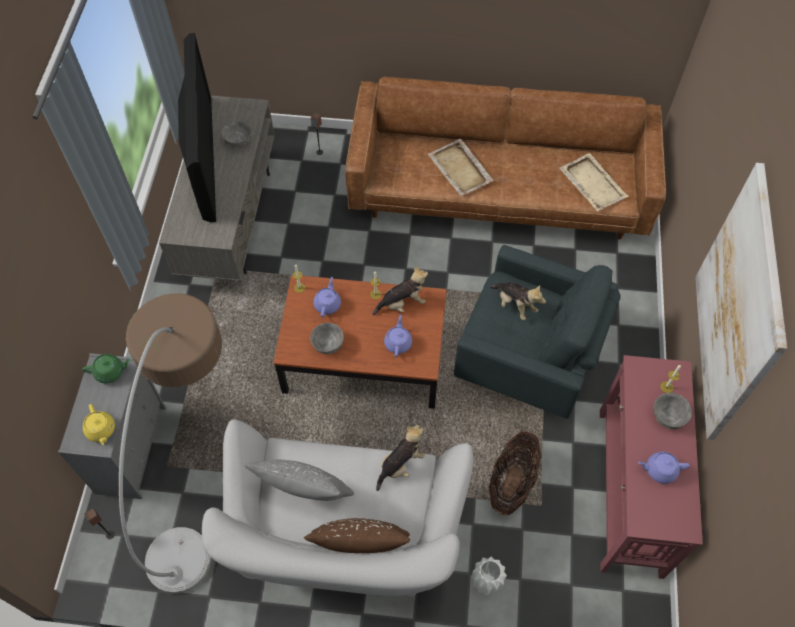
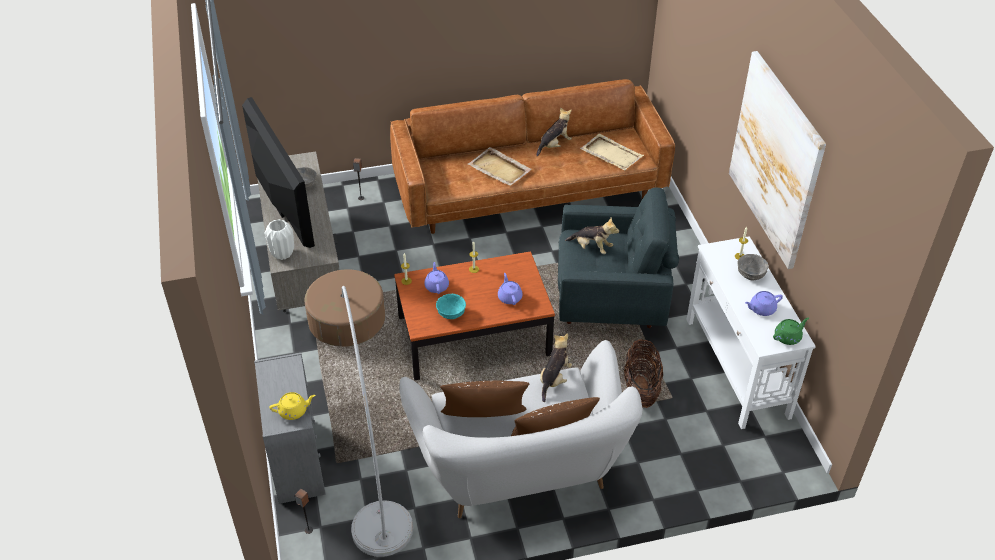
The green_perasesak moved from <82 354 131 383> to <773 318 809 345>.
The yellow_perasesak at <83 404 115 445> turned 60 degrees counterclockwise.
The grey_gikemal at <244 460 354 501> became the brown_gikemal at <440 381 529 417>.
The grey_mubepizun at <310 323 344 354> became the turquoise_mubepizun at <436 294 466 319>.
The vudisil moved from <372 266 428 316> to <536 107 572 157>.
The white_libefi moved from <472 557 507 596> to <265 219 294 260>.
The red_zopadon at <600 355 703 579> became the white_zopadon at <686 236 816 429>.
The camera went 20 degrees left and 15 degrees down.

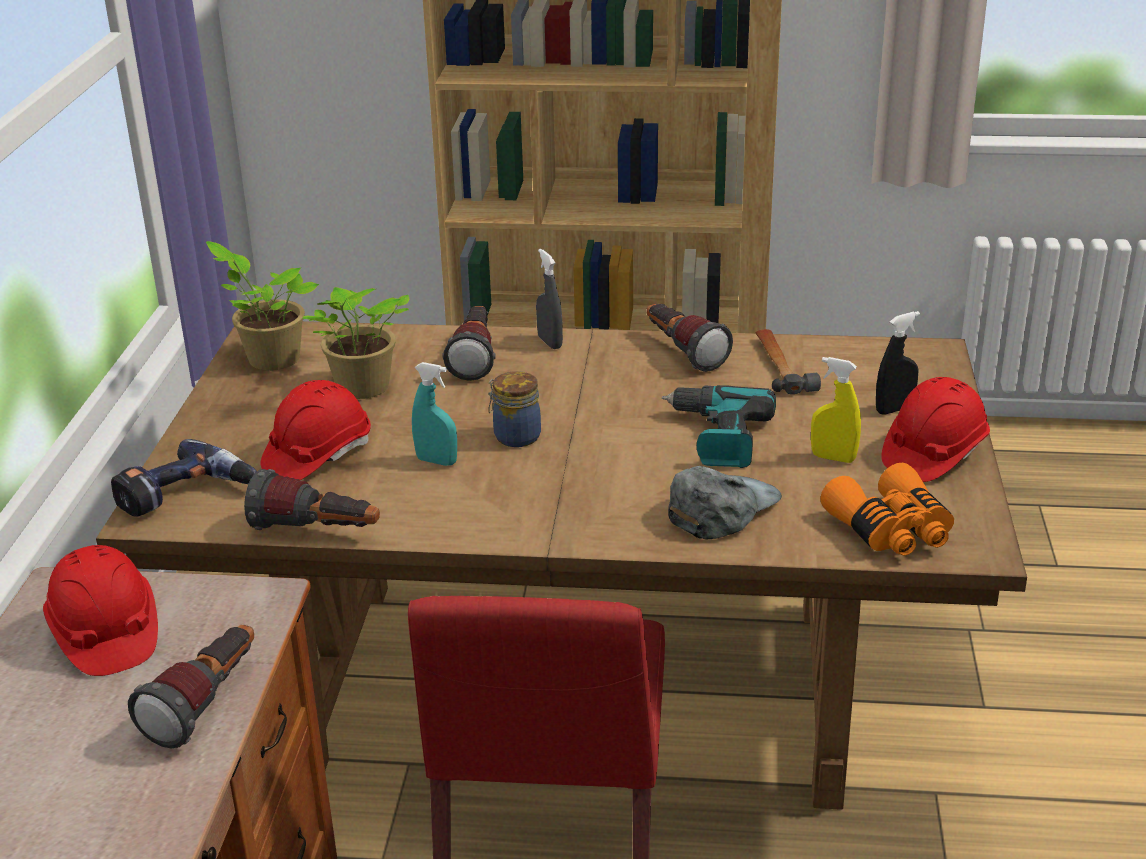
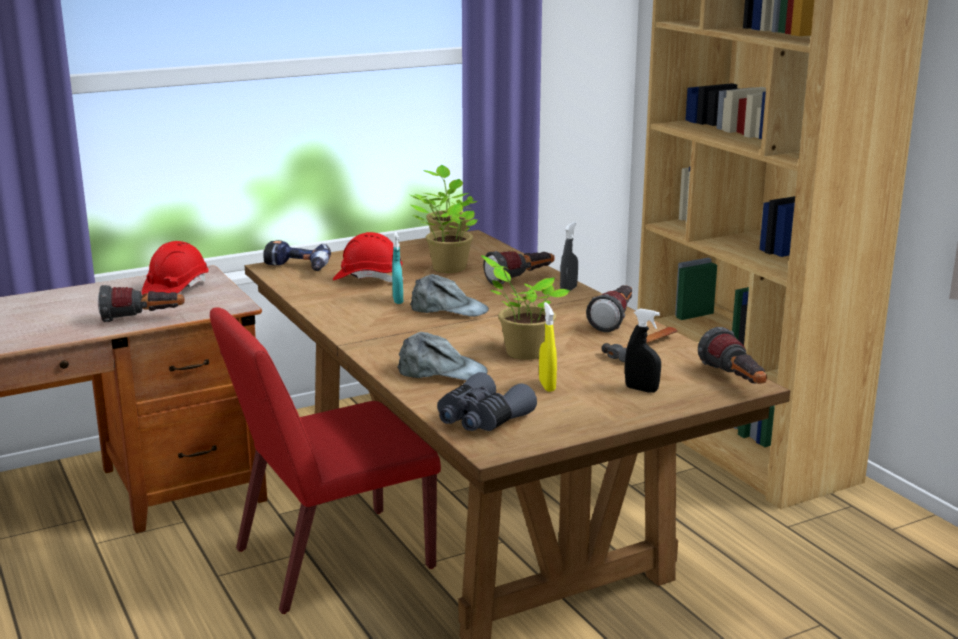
The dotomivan moved from <244 469 380 530> to <698 327 767 384>.
The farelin at <489 371 541 447> was replaced by the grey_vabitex at <410 274 489 317>.
The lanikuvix at <662 385 776 468> was replaced by the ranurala at <481 255 570 360>.
The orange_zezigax at <820 463 954 556> became the grey_zezigax at <437 372 537 431>.
The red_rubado at <881 377 990 482> disappeared.
The camera went 55 degrees right and 10 degrees down.

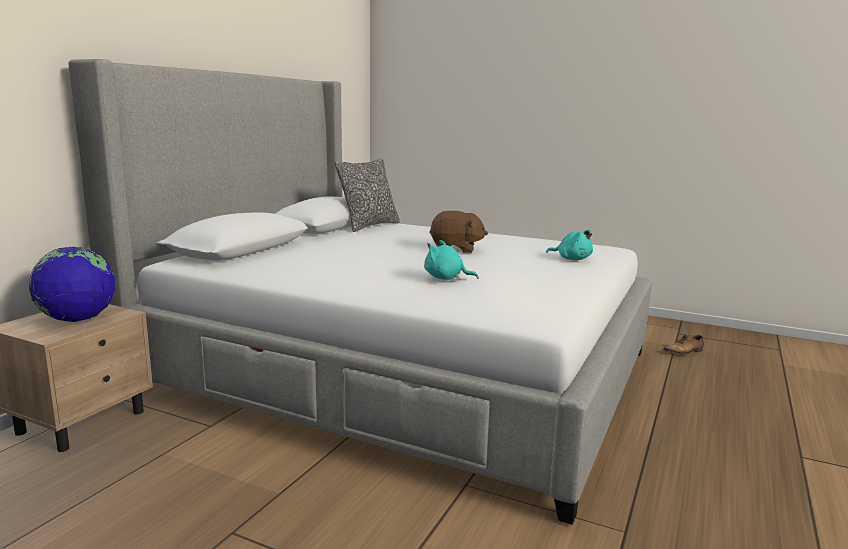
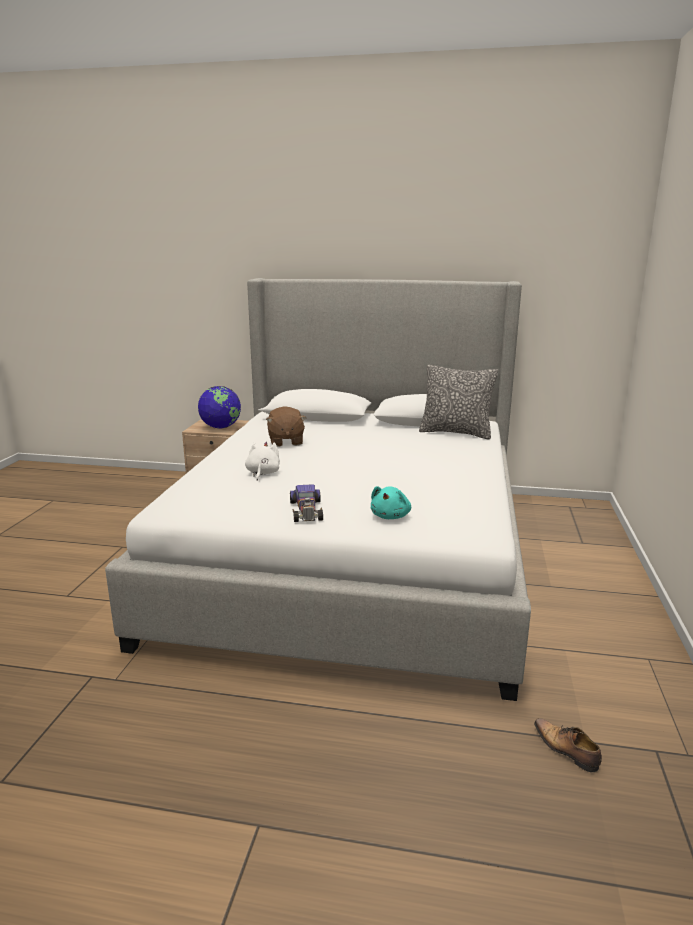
The turquoise_vudisil at <424 240 479 280> became the white_vudisil at <245 442 280 481>.
The brown_vudisil moved from <429 211 488 253> to <266 406 306 447>.
The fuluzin at <290 484 323 522> appeared.
The camera went 75 degrees right and 5 degrees up.

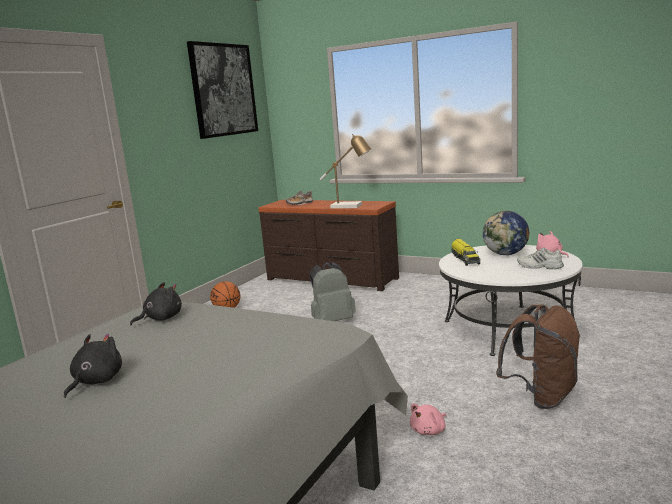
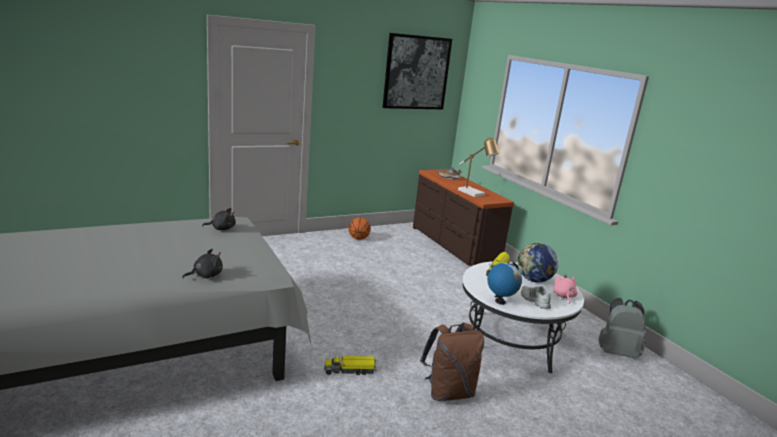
The black_vudisil moved from <64 334 122 398> to <182 249 223 278>.
The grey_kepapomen moved from <309 262 356 321> to <598 298 646 359>.
The pink_vudisil at <410 403 447 435> was replaced by the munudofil at <324 356 376 375>.
The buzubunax at <487 262 522 305> appeared.
The camera went 30 degrees right and 5 degrees up.

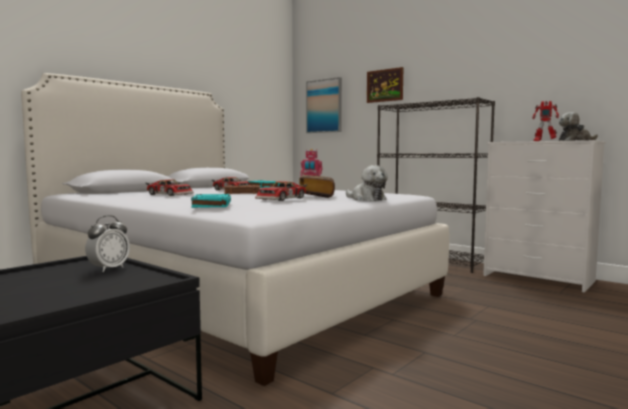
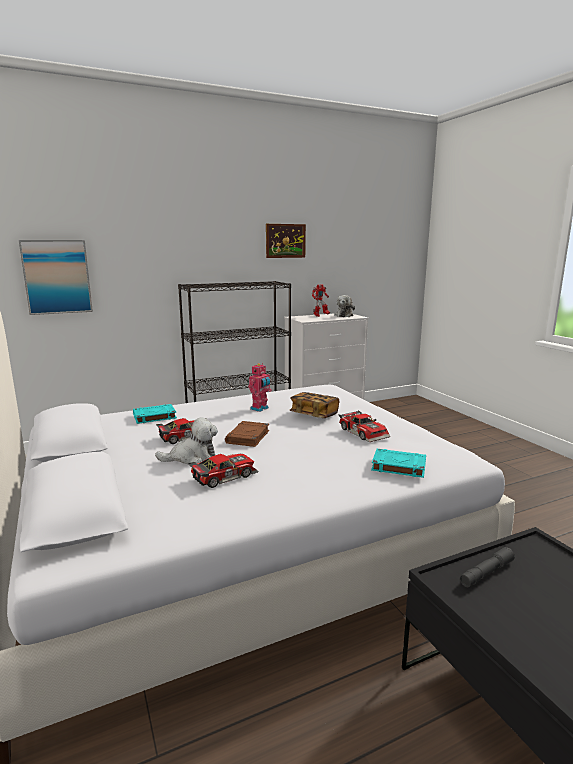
The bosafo at <85 215 130 272> was replaced by the grey_dotomivan at <460 547 515 587>.
The vudisil moved from <346 165 388 201> to <155 417 218 464>.
The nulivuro moved from <367 67 403 103> to <266 224 306 258>.
The camera went 65 degrees left and 10 degrees up.

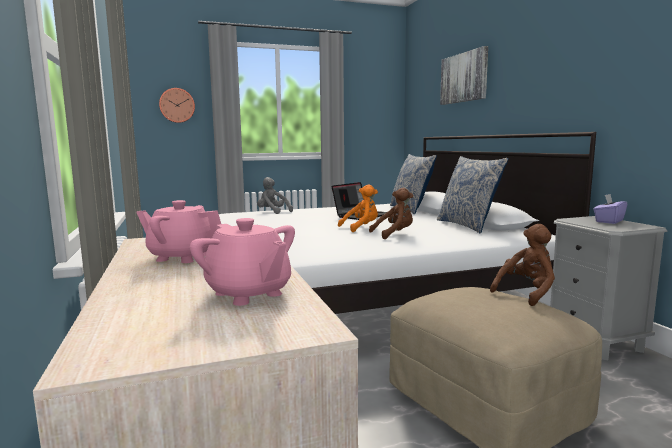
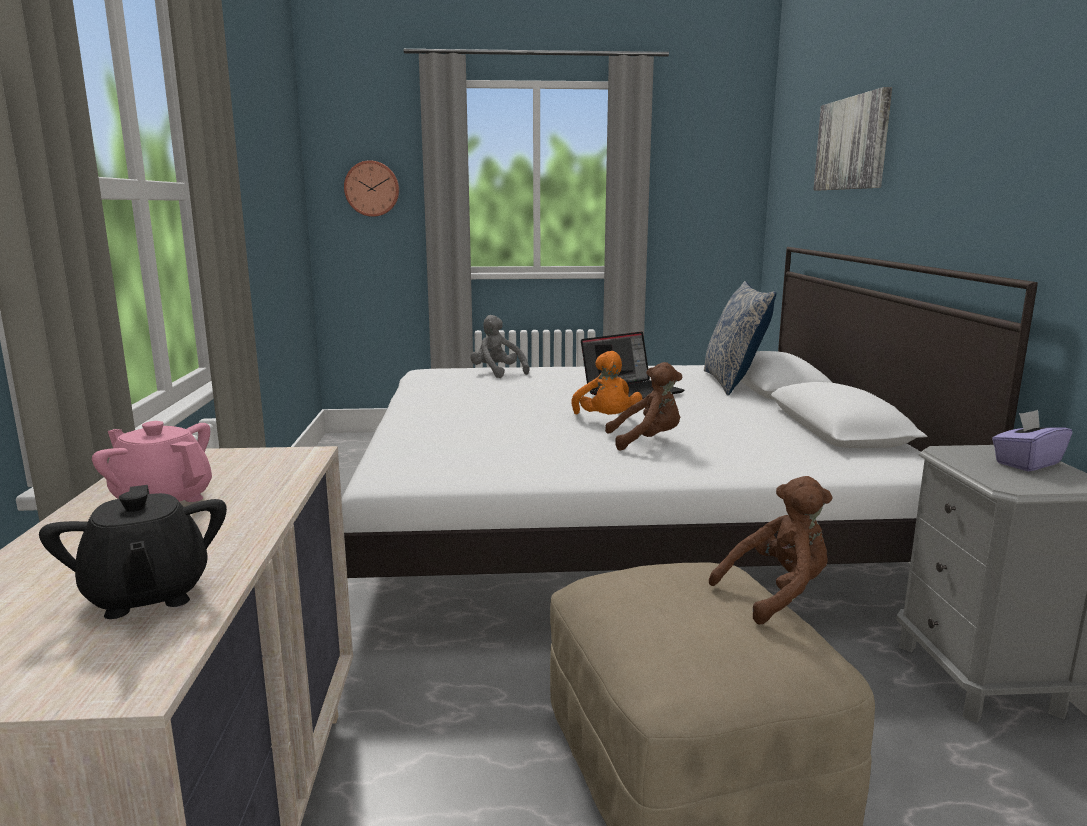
The pink_perasesak at <190 218 295 306> became the black_perasesak at <39 485 227 619>.
The orange_vudisil at <338 185 378 232> turned 90 degrees clockwise.
The gikemal at <437 156 508 233> disappeared.
The camera went 15 degrees right and 5 degrees up.

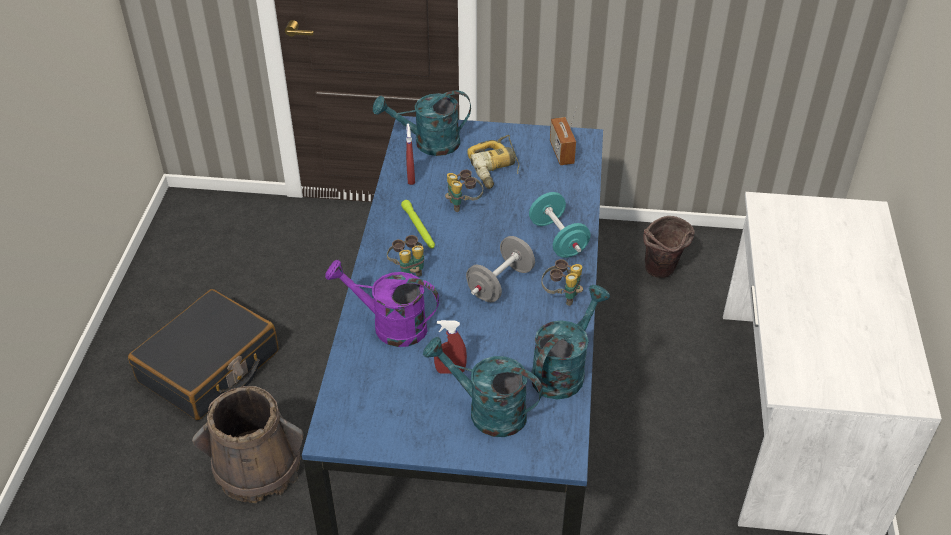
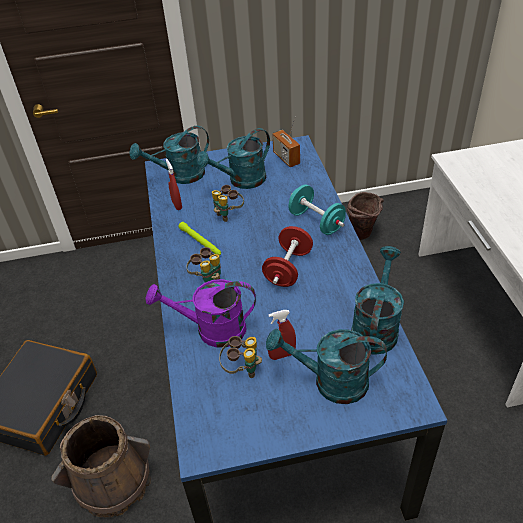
The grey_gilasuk at <466 236 535 302> became the red_gilasuk at <262 226 313 287>.
The lanikuvix at <467 135 519 189> was replaced by the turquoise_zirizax at <196 128 270 189>.
The zezigax moved from <542 259 583 306> to <219 336 262 378>.
The camera went 15 degrees left and 0 degrees up.

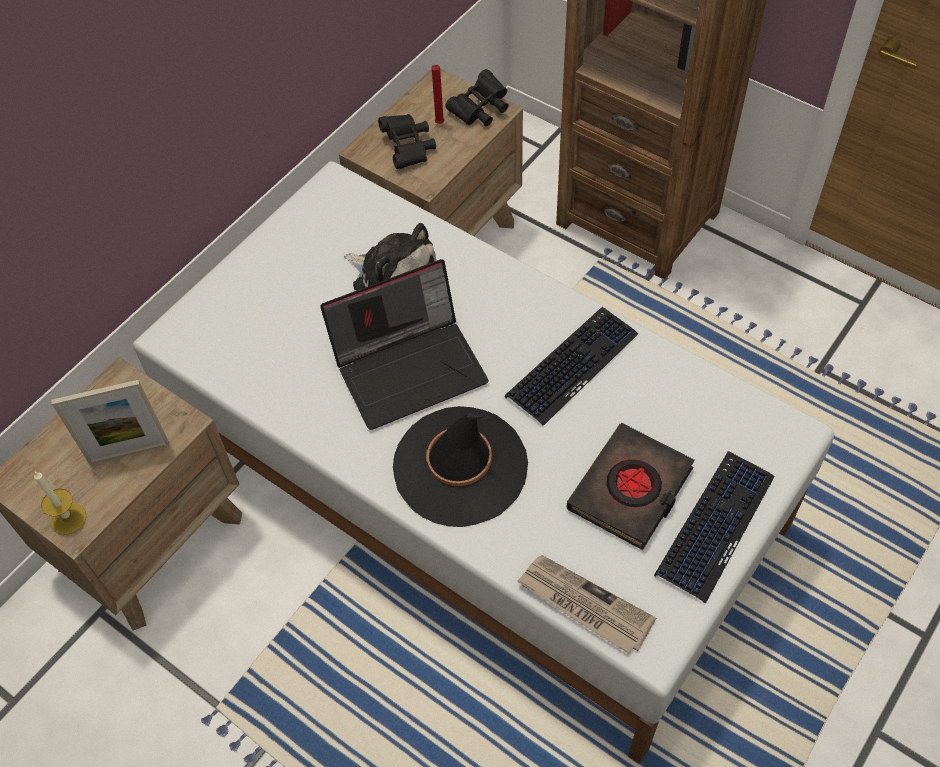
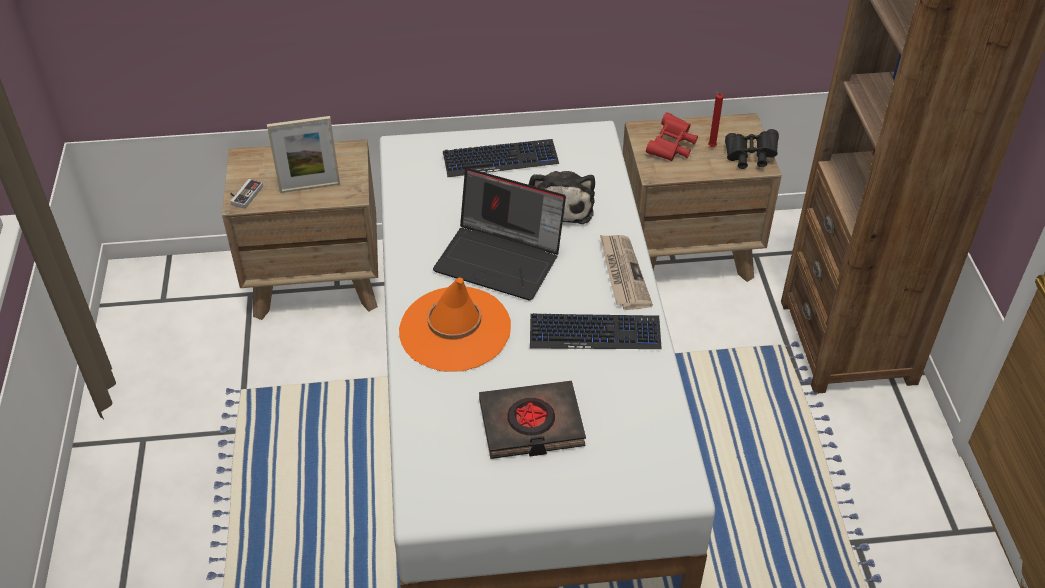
The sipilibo at <34 471 86 535> was replaced by the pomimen at <230 179 263 209>.
The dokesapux at <52 380 169 464> turned 45 degrees counterclockwise.
The black_zezigax at <378 114 436 169> became the red_zezigax at <646 112 698 161>.
The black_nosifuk at <393 406 528 527> became the orange_nosifuk at <399 277 511 372>.
The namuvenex moved from <517 555 656 654> to <600 235 653 310>.
The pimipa moved from <654 451 775 604> to <443 139 559 177>.
The camera went 45 degrees right and 10 degrees down.

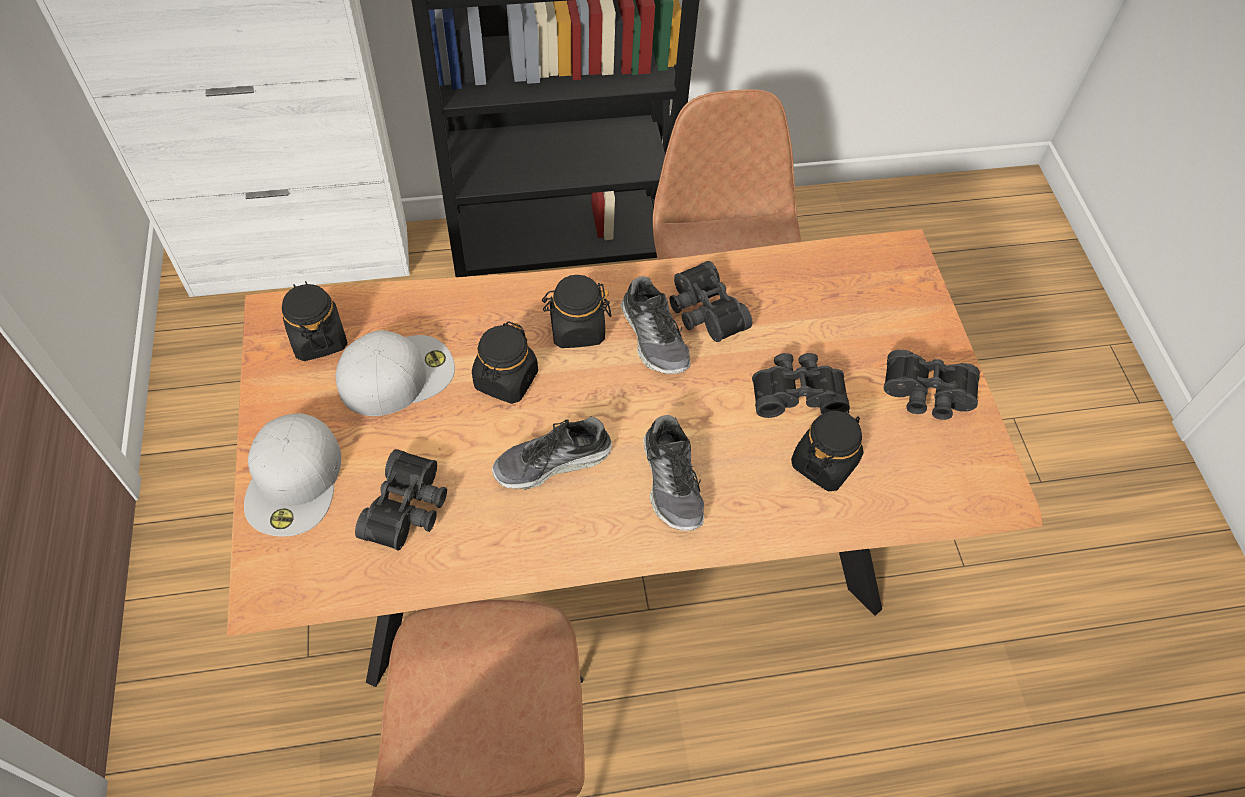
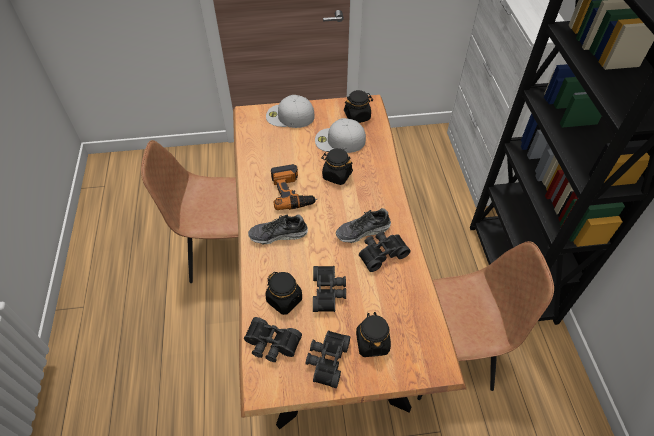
The white_vabitex at <336 330 455 416> turned 120 degrees clockwise.
The black_zezigax moved from <355 449 447 550> to <244 317 302 362>.
The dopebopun at <492 416 612 490> was replaced by the lanikuvix at <271 164 317 210>.
The black_farelin moved from <542 275 611 348> to <356 312 391 357>.
The camera went 95 degrees right and 5 degrees down.

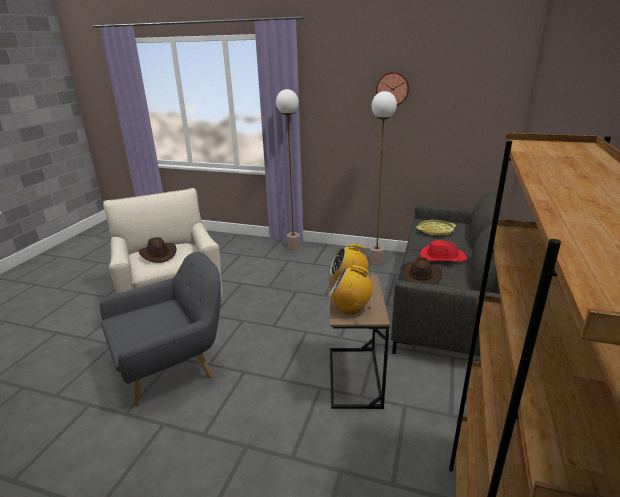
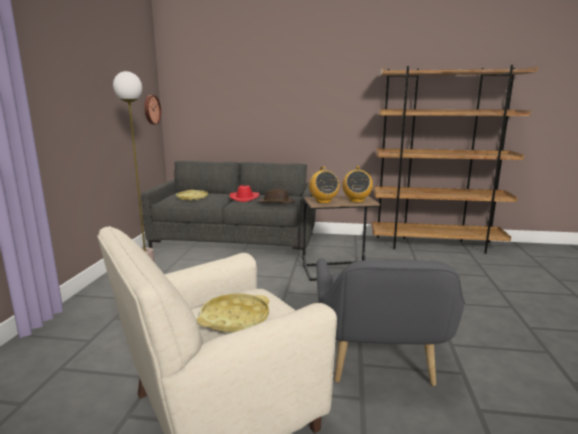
The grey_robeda at <99 252 221 406> turned 135 degrees counterclockwise.
The brown_nosifuk at <139 237 177 263> was replaced by the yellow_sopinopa at <196 294 270 332>.
The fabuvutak at <276 89 300 250> disappeared.
The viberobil moved from <376 72 409 106> to <145 95 161 125>.
The camera went 100 degrees left and 10 degrees down.

